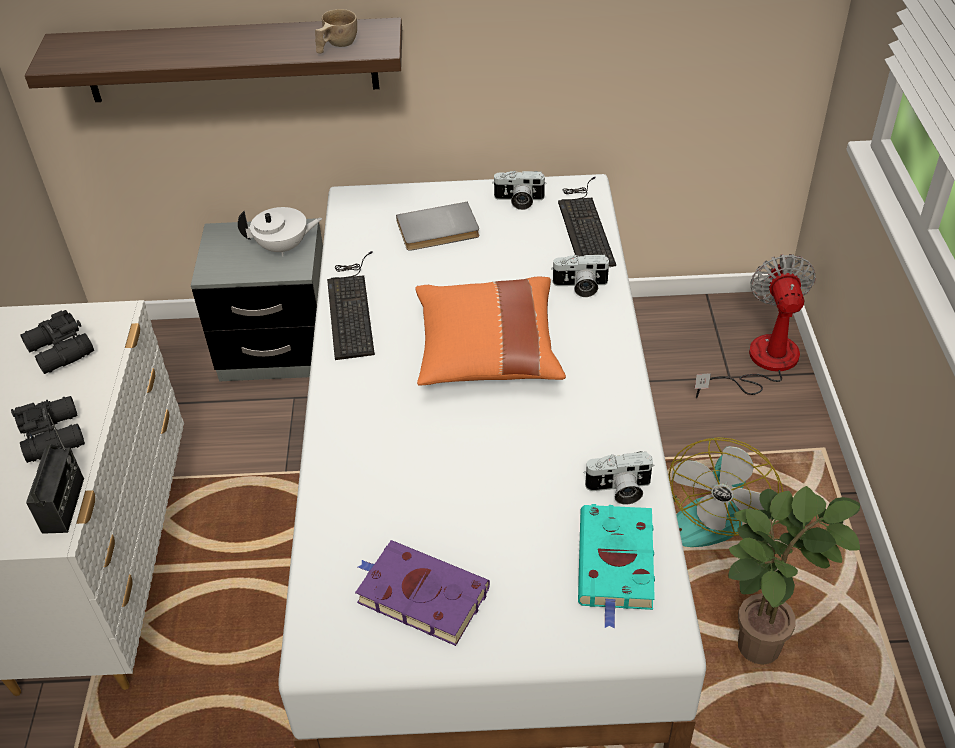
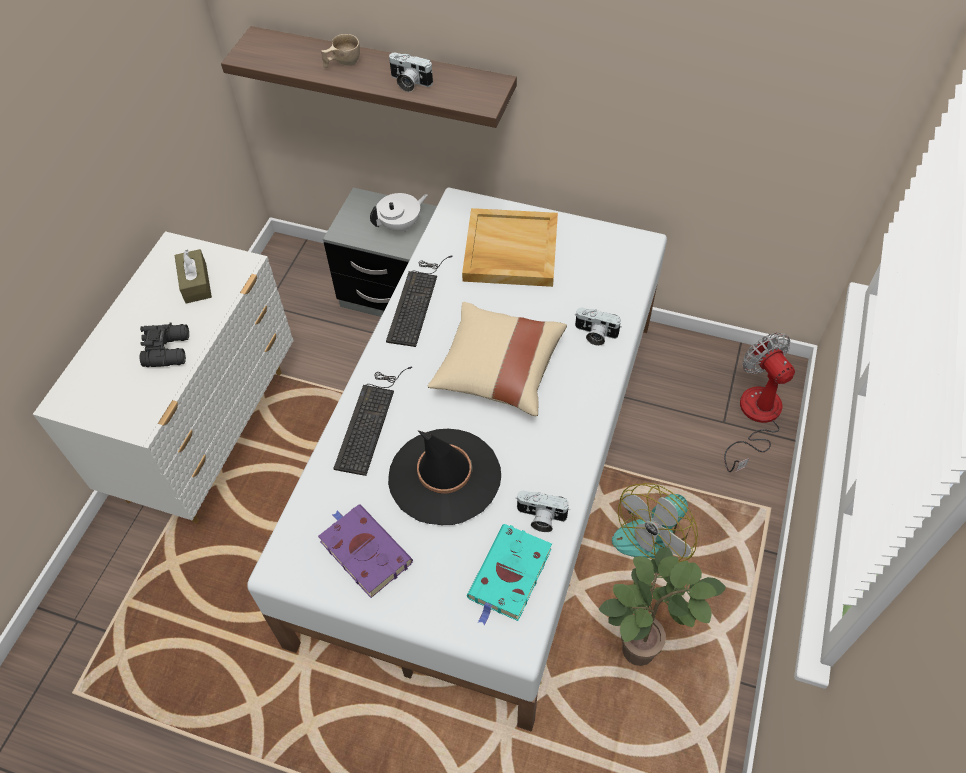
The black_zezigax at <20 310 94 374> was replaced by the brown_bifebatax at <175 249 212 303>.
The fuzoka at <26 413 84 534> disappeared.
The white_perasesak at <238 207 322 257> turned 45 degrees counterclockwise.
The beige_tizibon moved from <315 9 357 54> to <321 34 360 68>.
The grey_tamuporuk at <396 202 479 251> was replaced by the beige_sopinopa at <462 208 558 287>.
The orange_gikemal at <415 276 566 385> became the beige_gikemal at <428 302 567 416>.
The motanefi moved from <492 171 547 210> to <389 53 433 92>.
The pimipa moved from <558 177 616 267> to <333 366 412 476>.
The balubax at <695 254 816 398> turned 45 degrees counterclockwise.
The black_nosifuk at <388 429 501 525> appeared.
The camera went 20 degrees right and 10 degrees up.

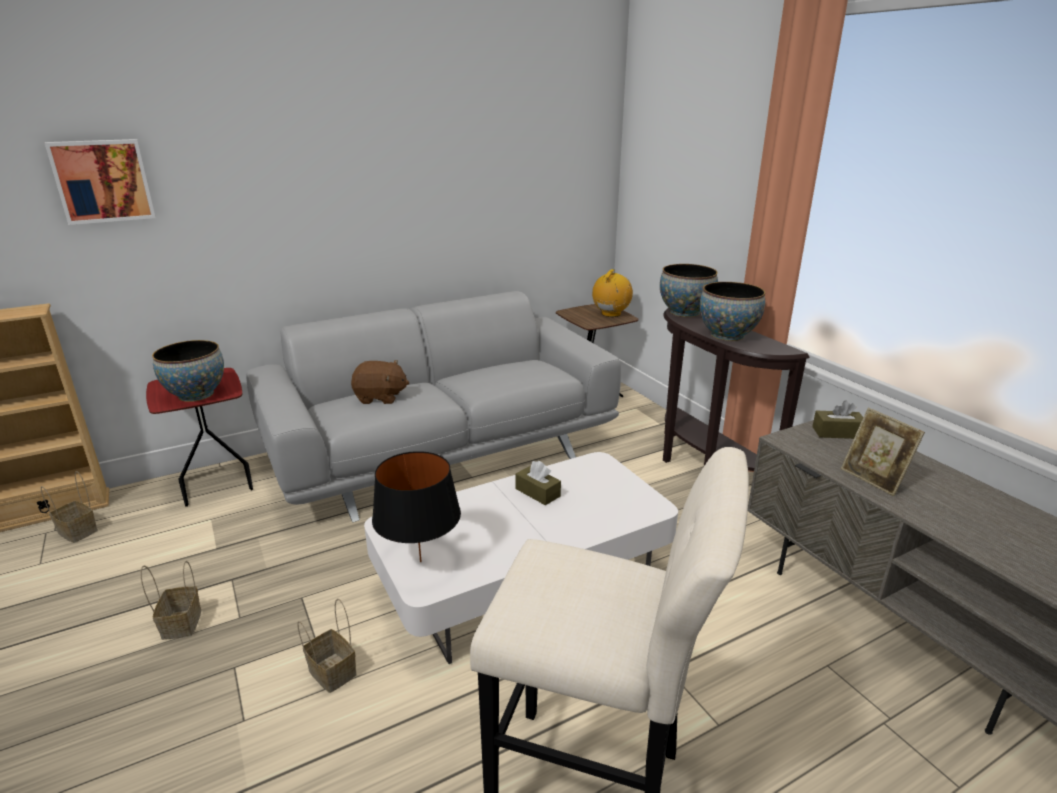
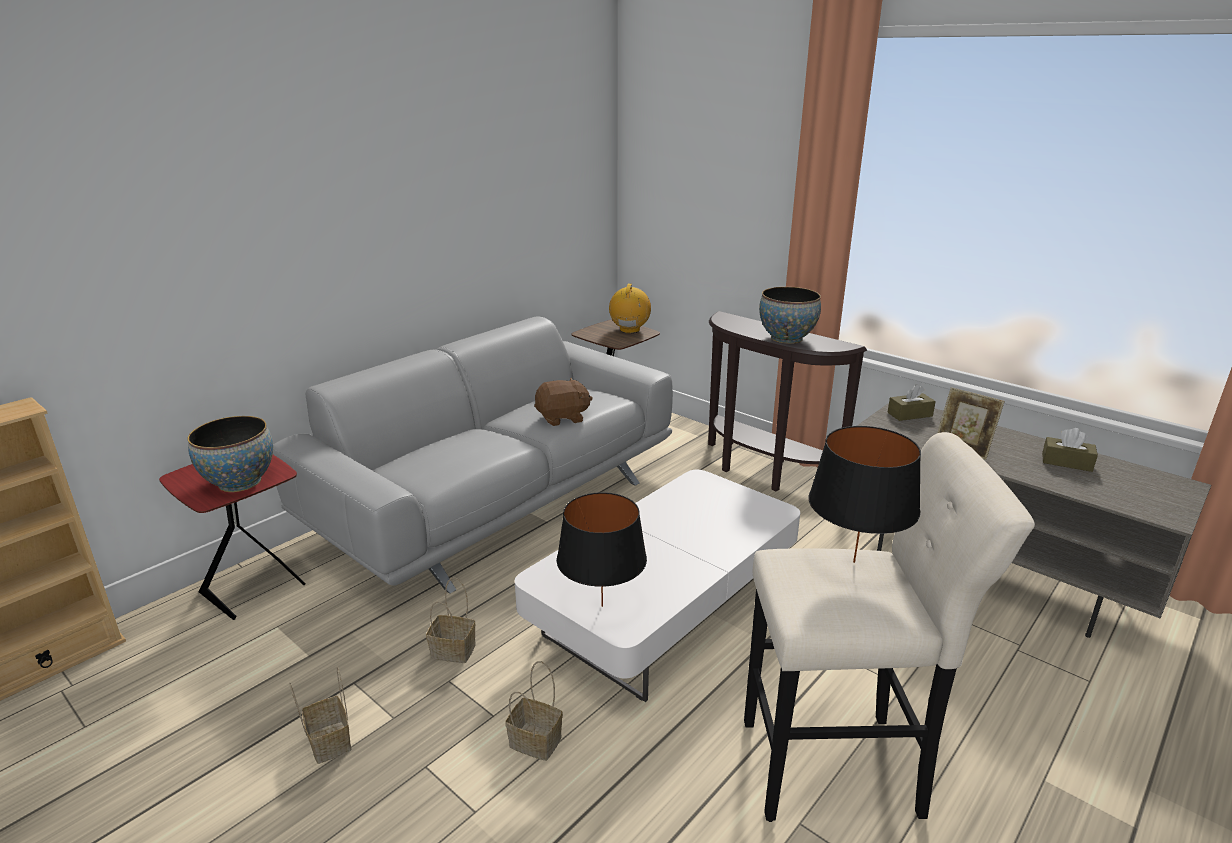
The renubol moved from <41 471 98 543> to <426 577 476 663>.
The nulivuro at <45 139 156 225> disappeared.
The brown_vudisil moved from <351 360 409 404> to <534 378 593 426>.
The brown_bifebatax moved from <515 461 561 506> to <1042 428 1098 472>.
The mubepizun at <660 264 718 317> disappeared.
The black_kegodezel at <808 426 921 563> appeared.
The camera went 20 degrees left and 0 degrees up.

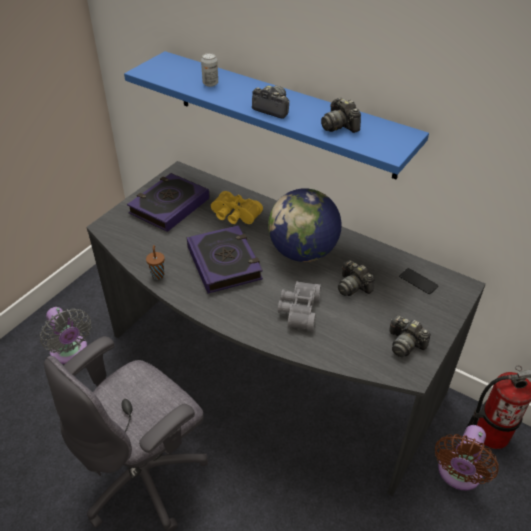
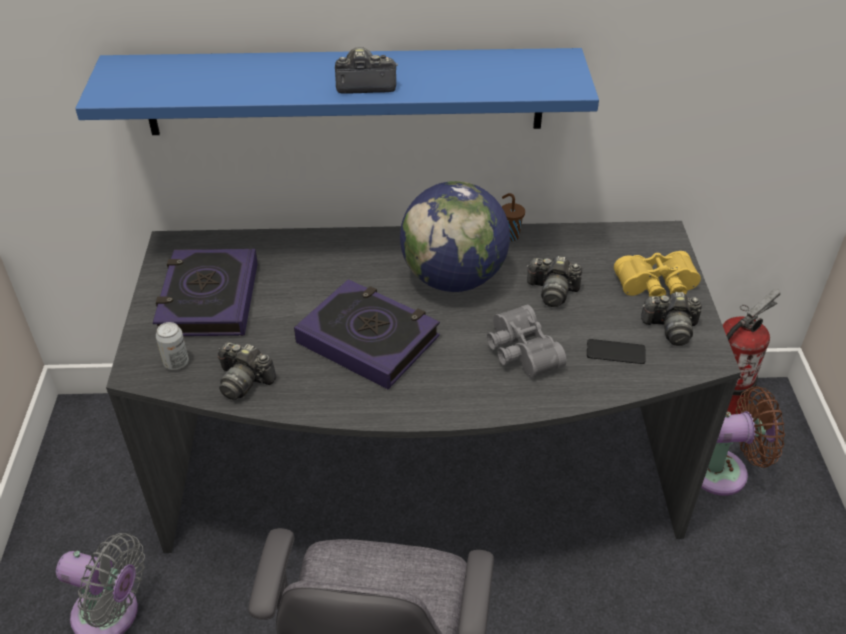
The brown_tizibon moved from <146 245 165 280> to <502 193 525 241>.
The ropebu moved from <201 53 218 87> to <156 322 189 370>.
The yellow_zezigax moved from <211 191 263 224> to <614 251 701 296>.
The motanefi moved from <321 98 361 133> to <218 342 277 400>.
The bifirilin moved from <399 268 438 294> to <587 339 646 364>.
The brown_balubax at <435 425 499 490> turned 90 degrees counterclockwise.
The camera went 35 degrees left and 0 degrees up.

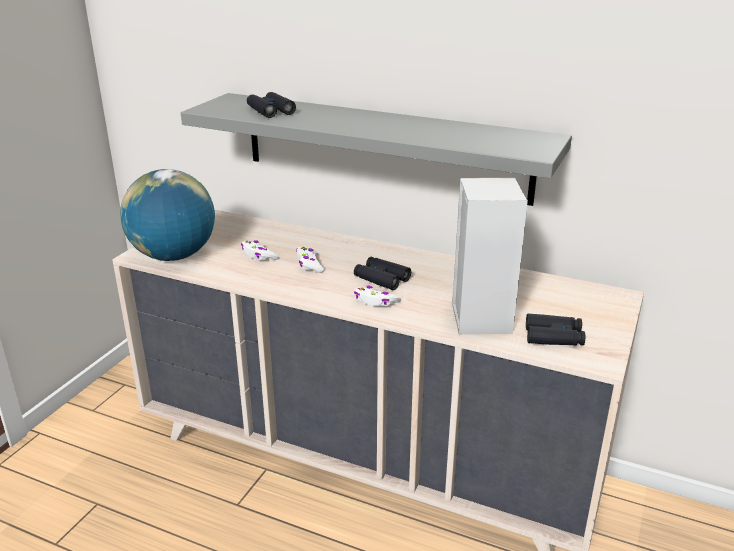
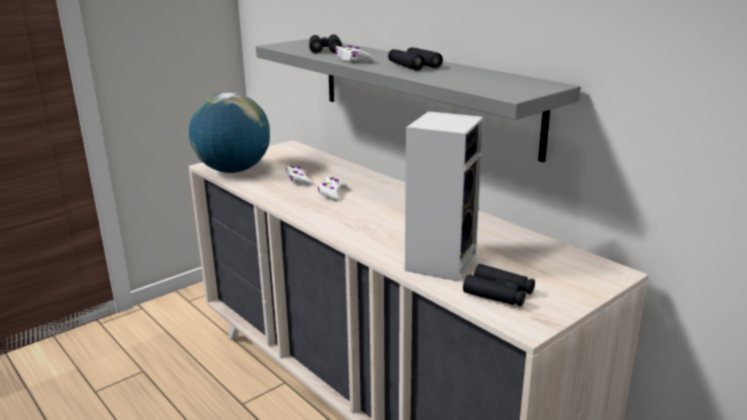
The black_zezigax moved from <354 257 411 290> to <388 47 443 71>.
The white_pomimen moved from <354 286 401 306> to <335 46 375 62>.
The camera went 25 degrees right and 5 degrees down.

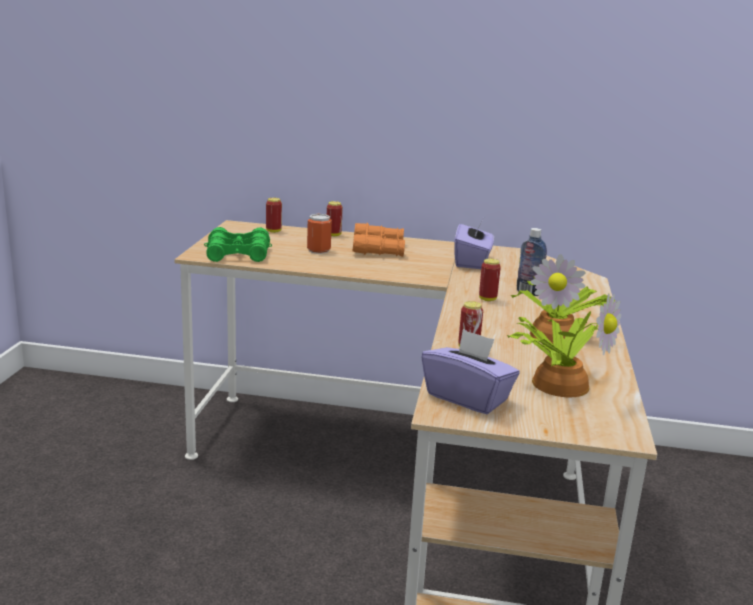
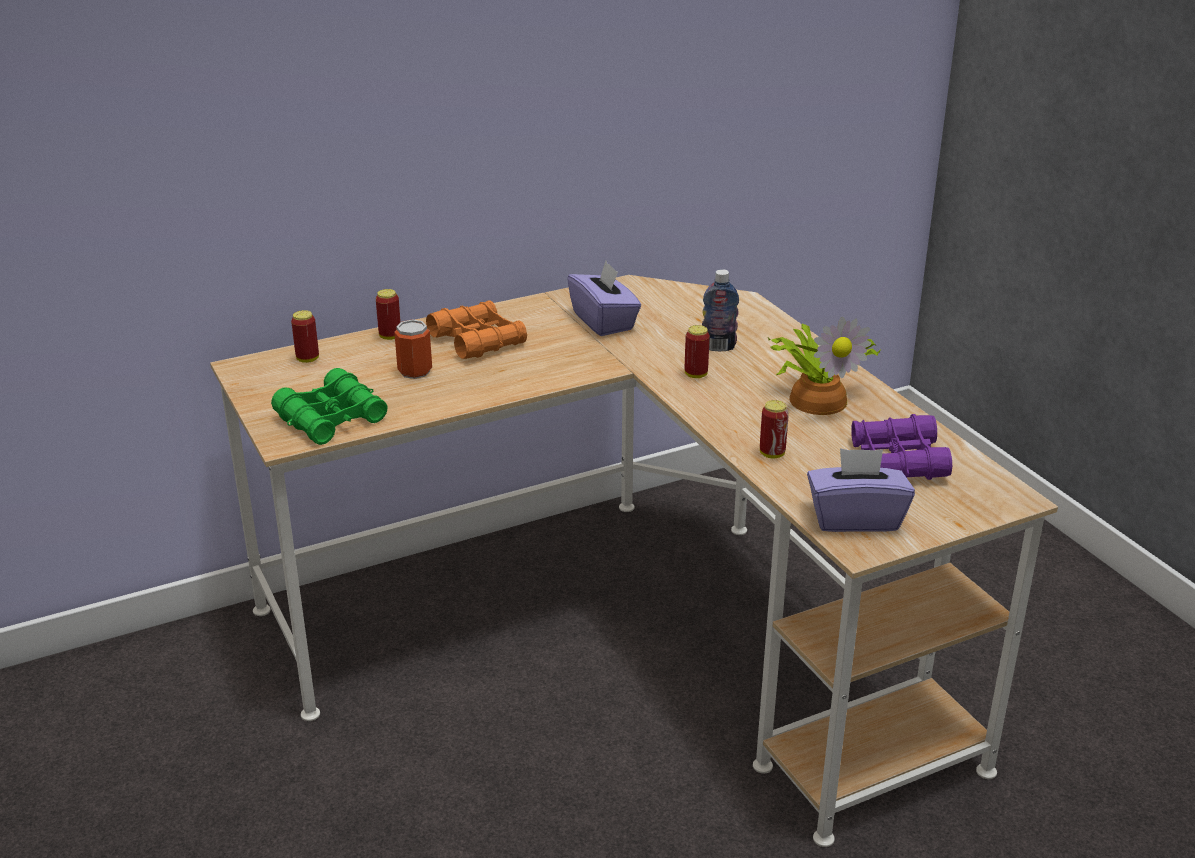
The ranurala at <507 294 621 397> was replaced by the purple_zezigax at <851 414 952 480>.
The camera went 35 degrees left and 10 degrees up.

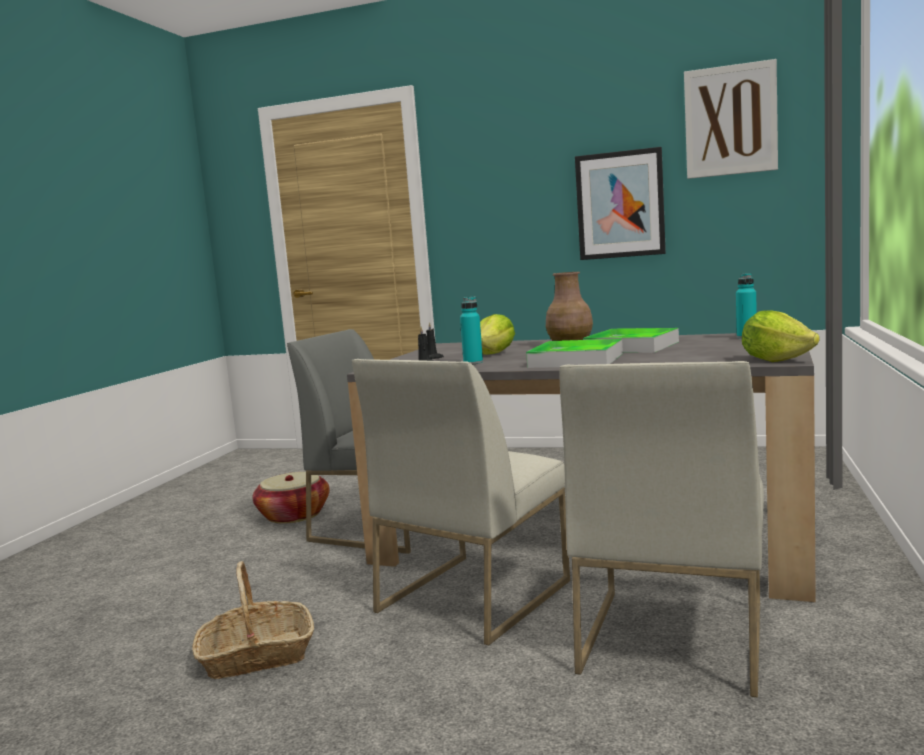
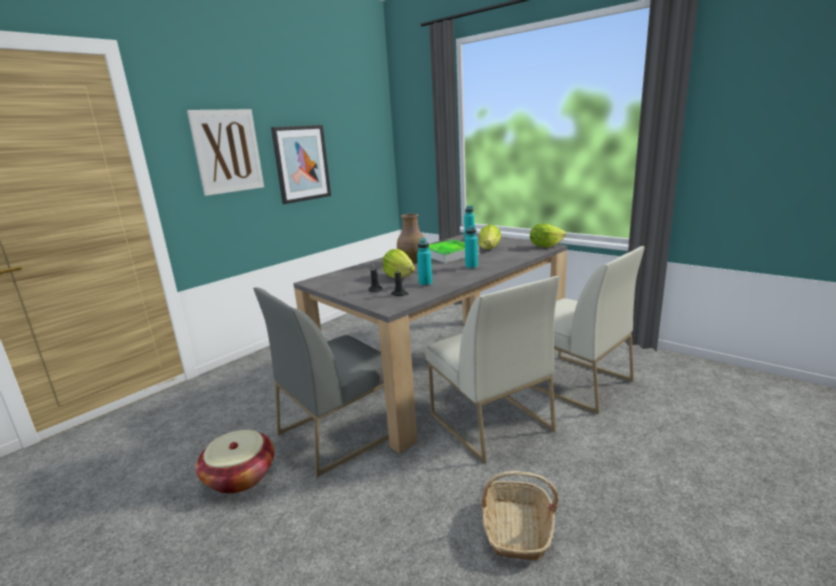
The sopinopa at <526 339 623 368> was replaced by the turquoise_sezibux at <465 226 478 269>.
The nulivuro moved from <684 59 778 179> to <187 109 264 196>.
The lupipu at <479 225 501 249> appeared.
The camera went 65 degrees left and 10 degrees up.

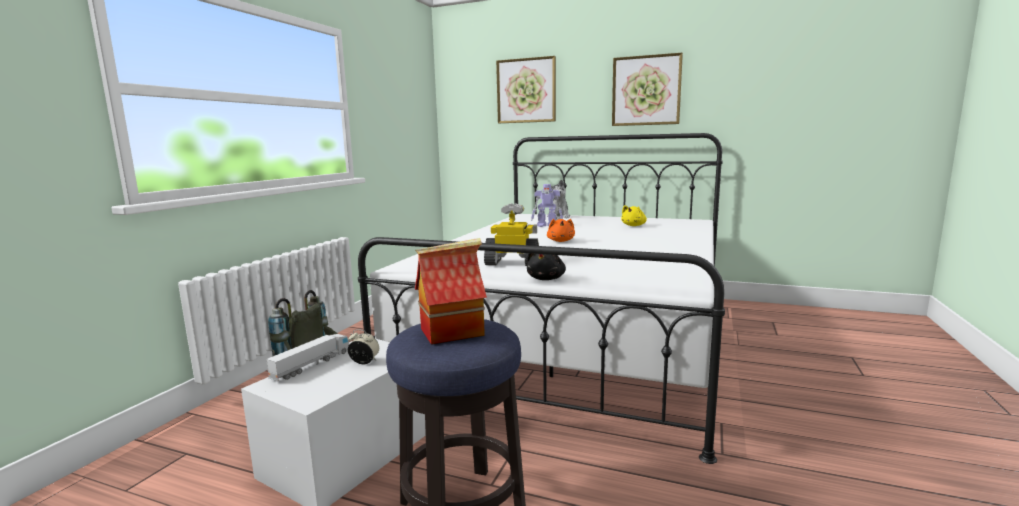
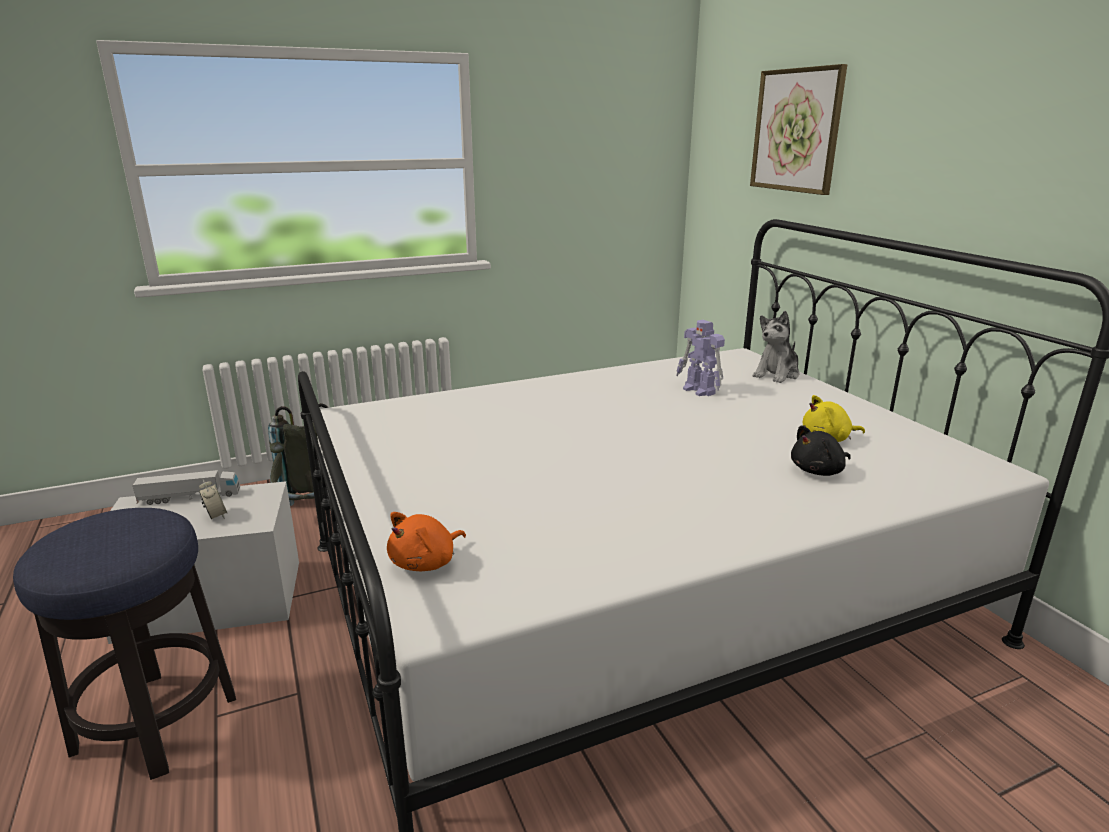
The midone at <415 238 487 345> disappeared.
The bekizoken at <484 203 539 266> disappeared.
The black_vudisil moved from <527 253 566 280> to <791 426 851 476>.
The orange_vudisil moved from <547 218 575 242> to <387 512 466 571>.
The nulivuro at <612 53 683 126> disappeared.
The camera went 45 degrees right and 10 degrees up.

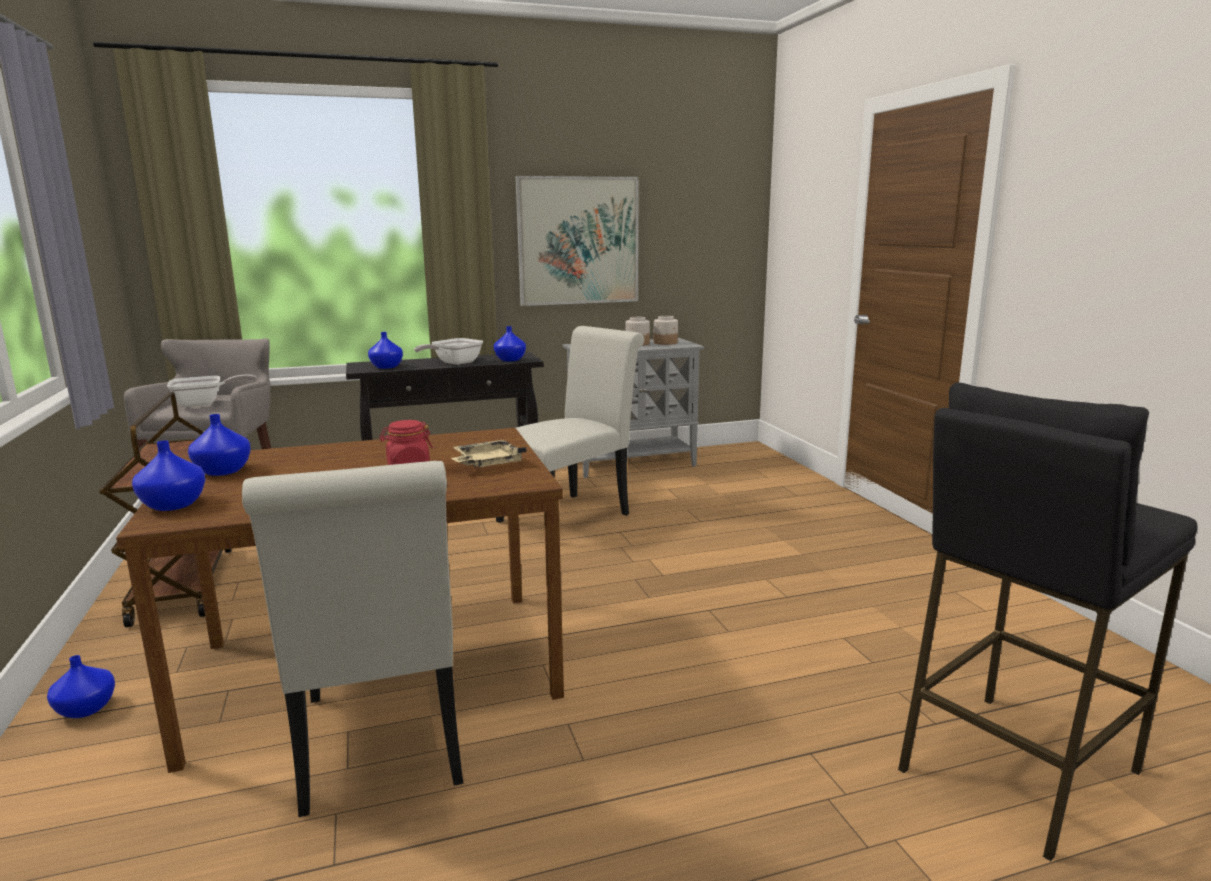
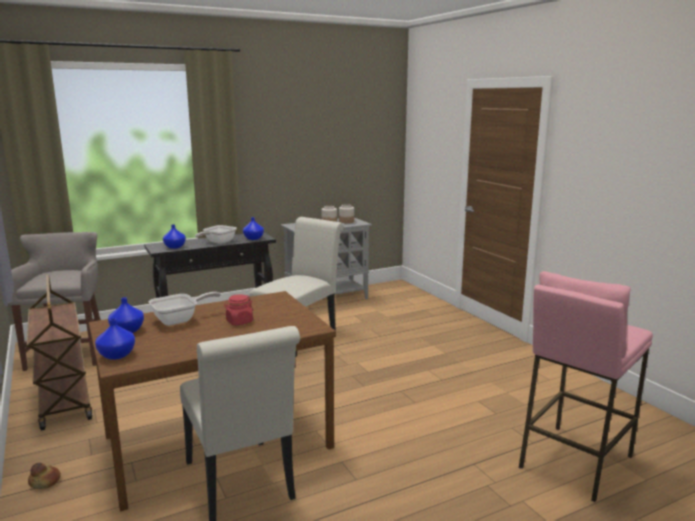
The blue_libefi at <47 655 115 718> was replaced by the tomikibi at <28 463 61 489>.
The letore moved from <167 374 257 407> to <148 292 221 326>.
The beige_sopinopa at <451 440 527 467> disappeared.
The nulivuro at <515 176 639 306> disappeared.
The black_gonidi at <898 383 1198 861> became the pink_gonidi at <518 271 653 502>.
The camera went 10 degrees left and 0 degrees up.

